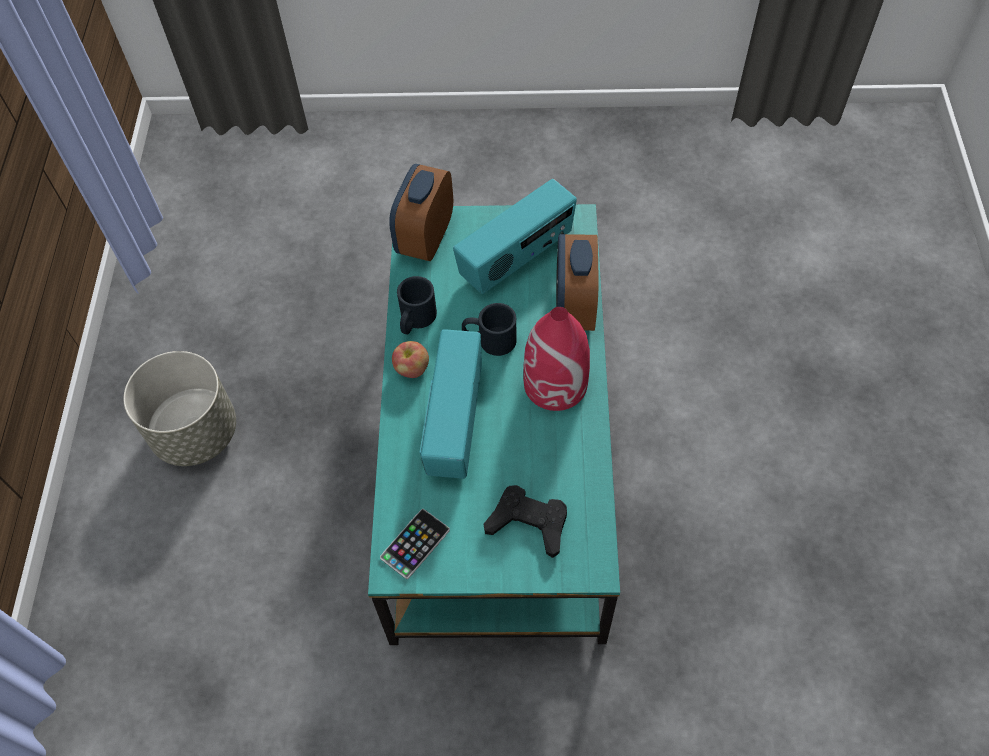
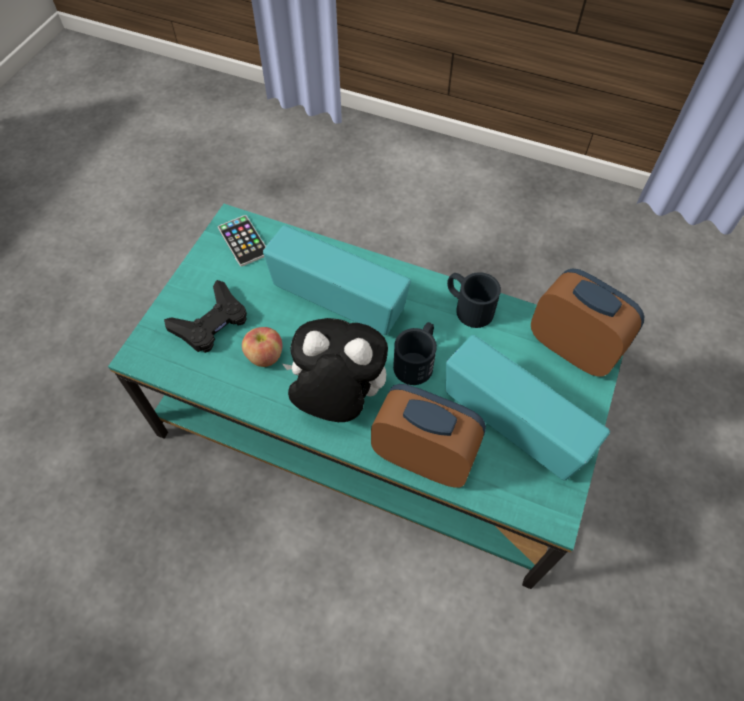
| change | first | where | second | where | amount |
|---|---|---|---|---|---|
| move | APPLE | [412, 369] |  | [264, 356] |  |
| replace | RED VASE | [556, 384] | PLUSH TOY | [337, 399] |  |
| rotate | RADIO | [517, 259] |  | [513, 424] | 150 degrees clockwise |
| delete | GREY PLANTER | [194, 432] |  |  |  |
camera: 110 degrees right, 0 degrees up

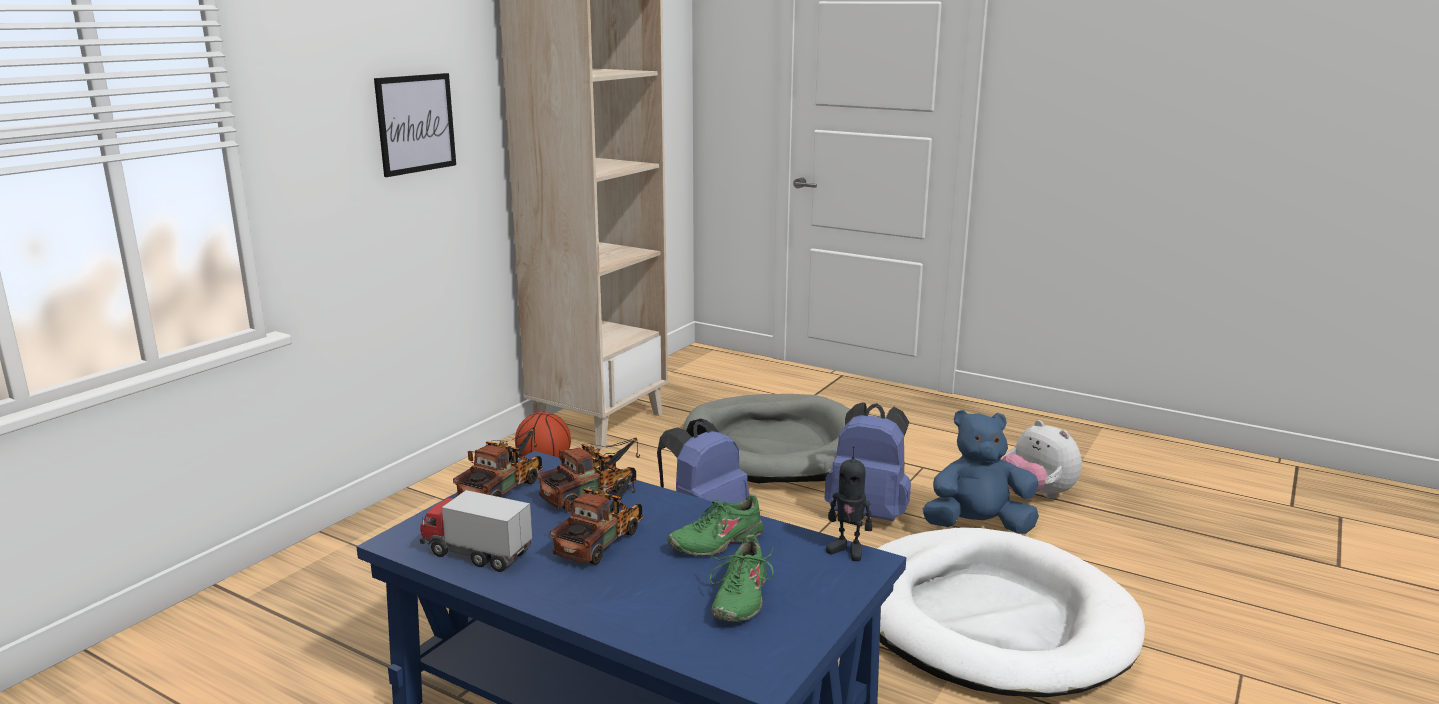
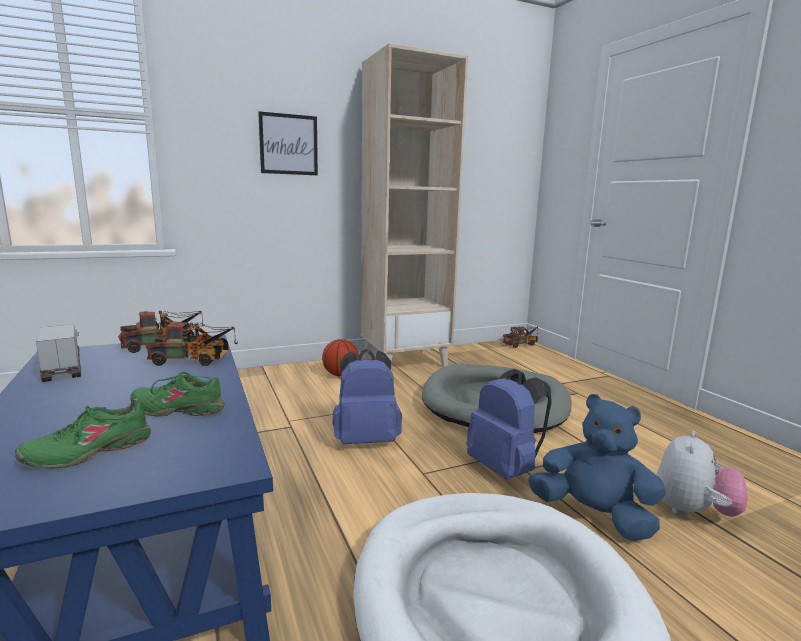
| change | first | where | second | where | amount |
|---|---|---|---|---|---|
| move | TOY TRUCK | [603, 539] |  | [522, 344] |  |
| rotate | PLUSH TOY | [1036, 495] |  | [692, 512] | 150 degrees counterclockwise |
| delete | TOY ROBOT | [847, 550] |  |  |  |
camera: 35 degrees right, 5 degrees down

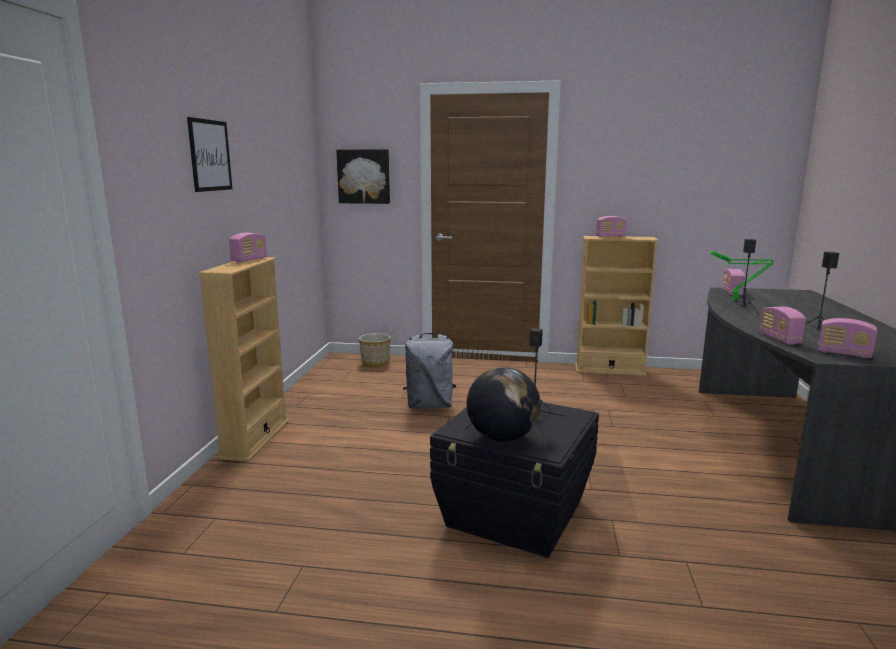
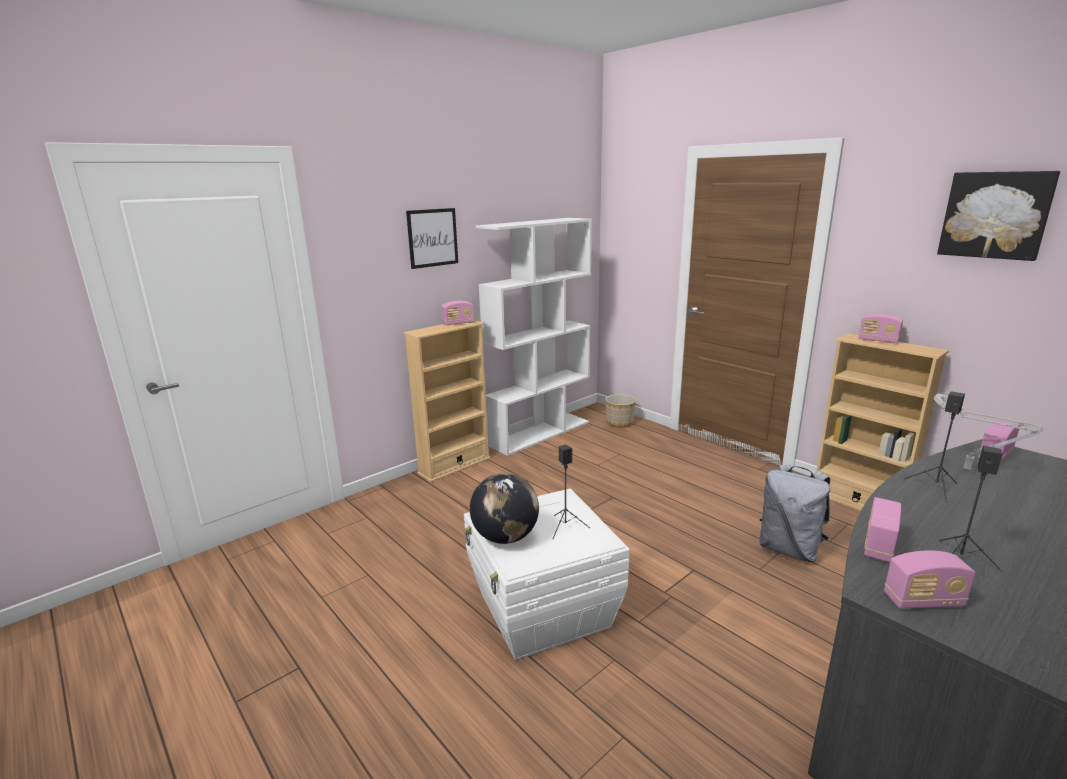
| change | first | where | second | where | amount |
|---|---|---|---|---|---|
| recolor | BLACK STORAGE BOX | [516, 514] | WHITE STORAGE BOX | [543, 610] |  |
| insert |  |  | WHITE BOOKCASE | [540, 433] |  |
| move | GREY BACKPACK | [429, 405] |  | [789, 549] |  |
| rotate | RADIO | [844, 354] |  | [923, 601] | 75 degrees counterclockwise |
| recolor | GREEN TABLE LAMP | [736, 300] | GREY TABLE LAMP | [970, 469] |  |
| move | PICTURE | [364, 176] |  | [995, 215] |  |
camera: 40 degrees right, 5 degrees up

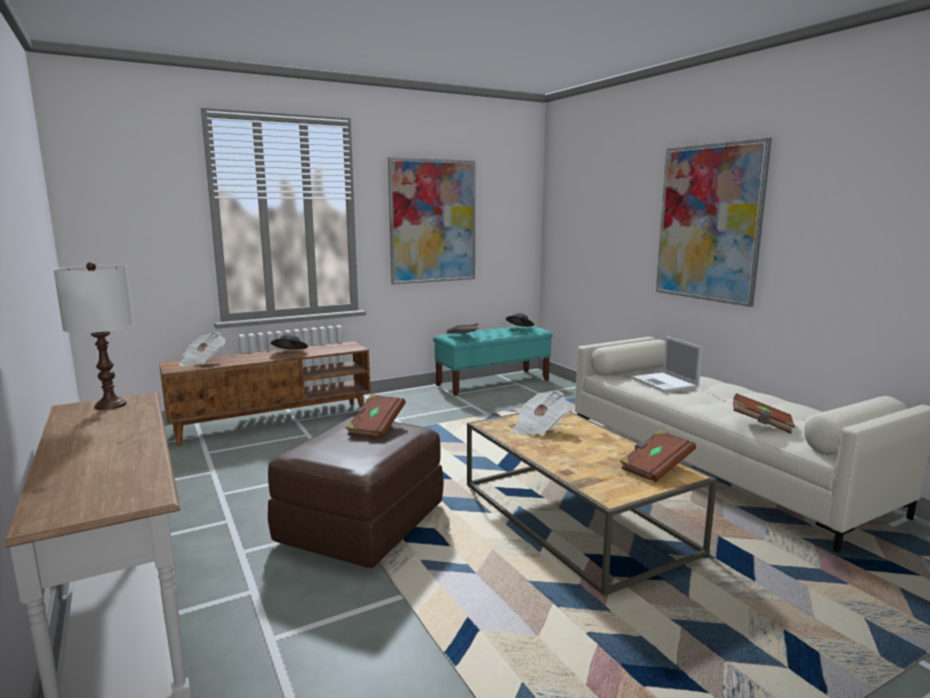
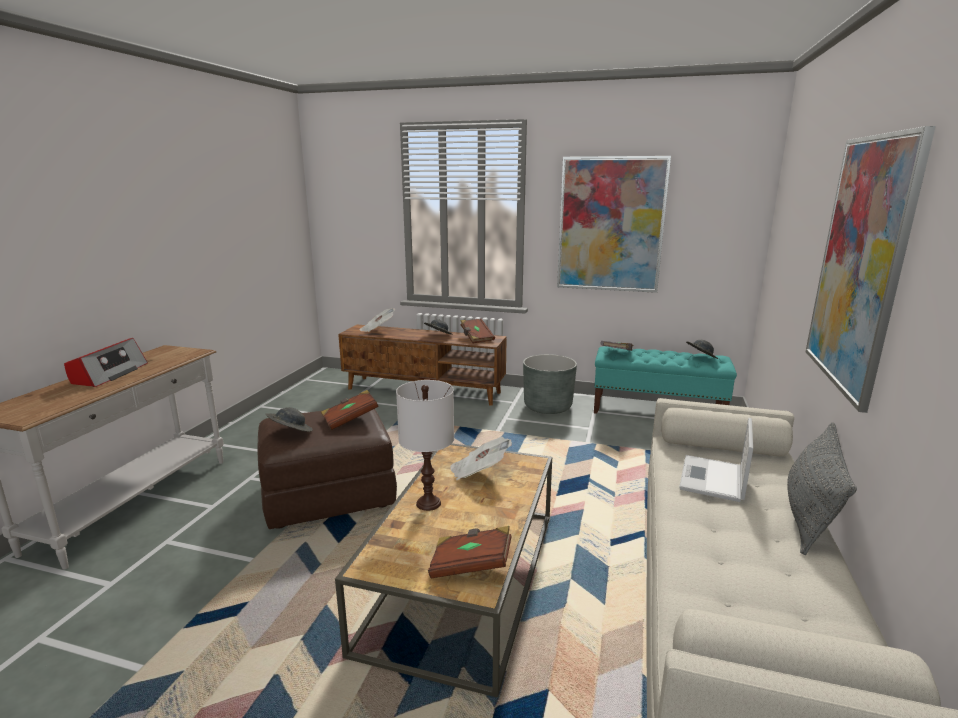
| change | first | where | second | where | amount |
|---|---|---|---|---|---|
| insert |  |  | RADIO | [109, 374] |  |
| insert |  |  | GREY HAT | [290, 432] |  |
| move | WHITE TABLE LAMP | [111, 405] |  | [429, 503] |  |
| move | BROWN BOOK | [761, 424] |  | [476, 338] |  |
| insert |  |  | GREY PLANTER | [547, 406] |  |
| insert |  |  | GREY PILLOW | [809, 516] |  |
camera: 45 degrees right, 5 degrees up

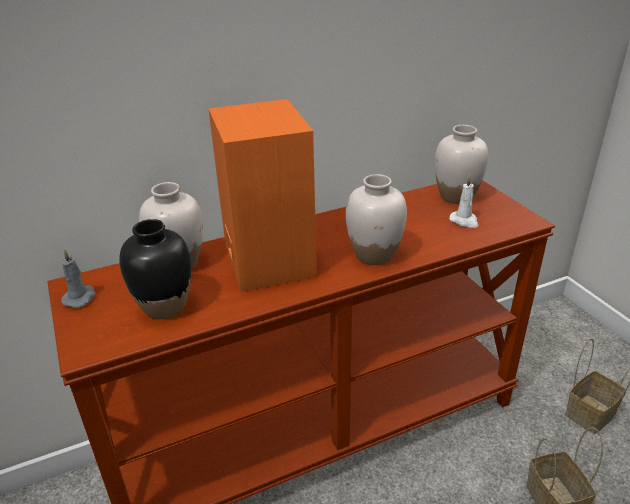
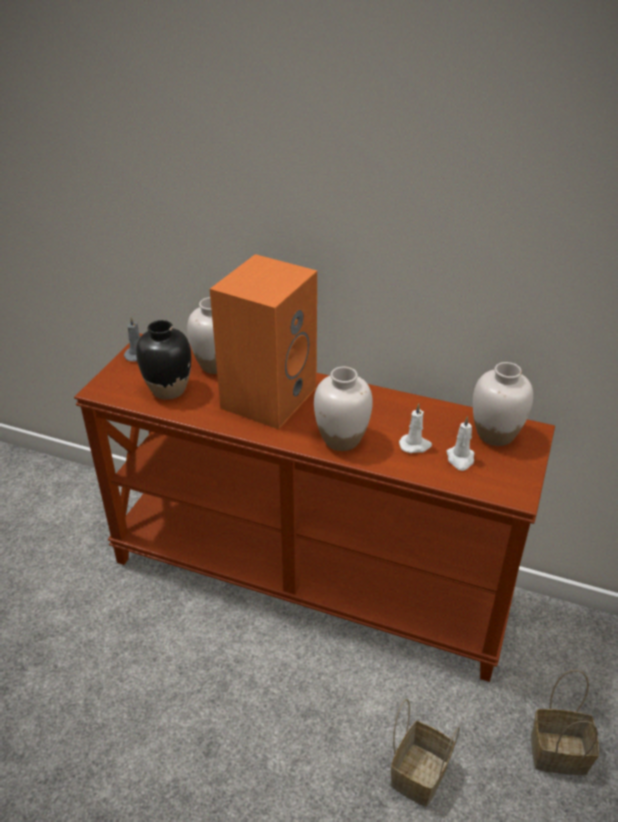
| change | first | where | second | where | amount |
|---|---|---|---|---|---|
| insert |  |  | WHITE CANDLE | [415, 445] |  |
camera: 45 degrees right, 5 degrees up

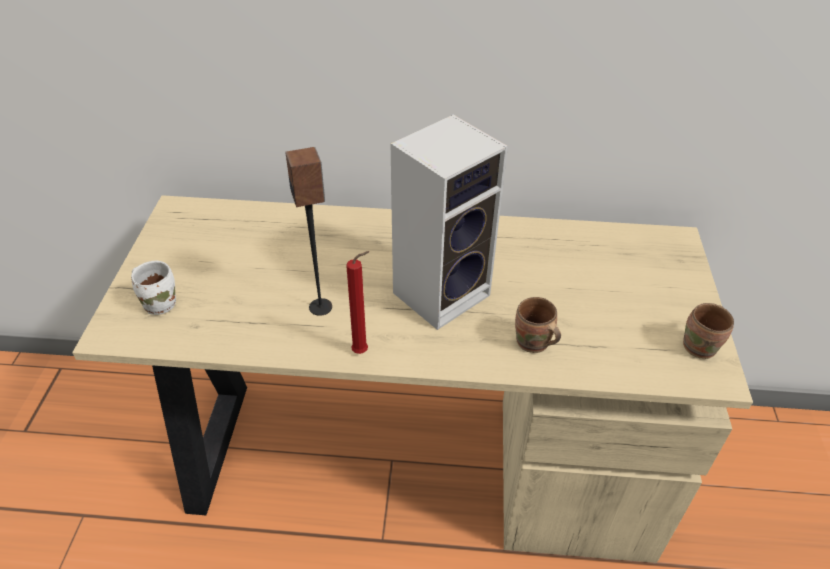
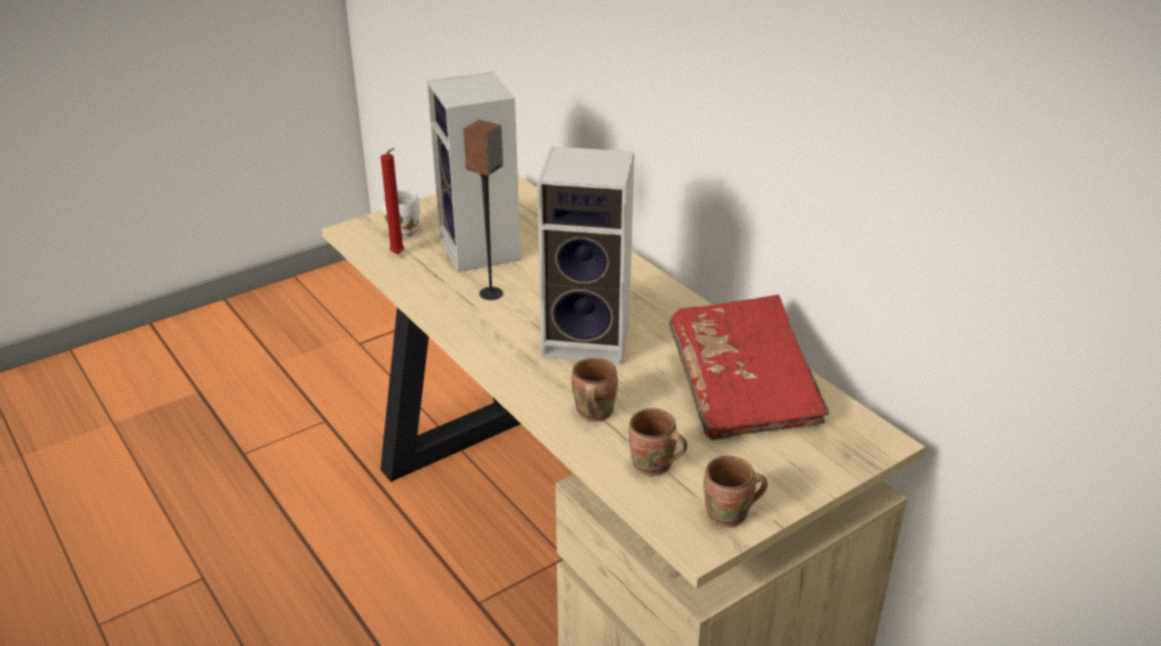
| change | first | where | second | where | amount |
|---|---|---|---|---|---|
| move | RED CANDLE | [362, 352] |  | [399, 255] |  |
| insert |  |  | SPEAKER | [482, 250] |  |
| insert |  |  | BROWN MUG | [653, 467] |  |
| insert |  |  | RED BOOK | [743, 389] |  |
camera: 50 degrees right, 10 degrees down

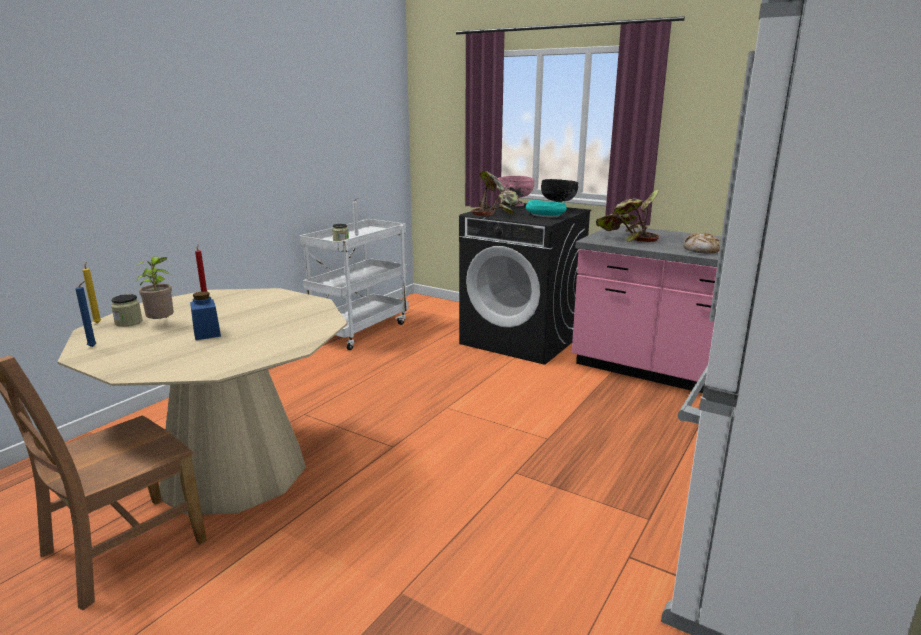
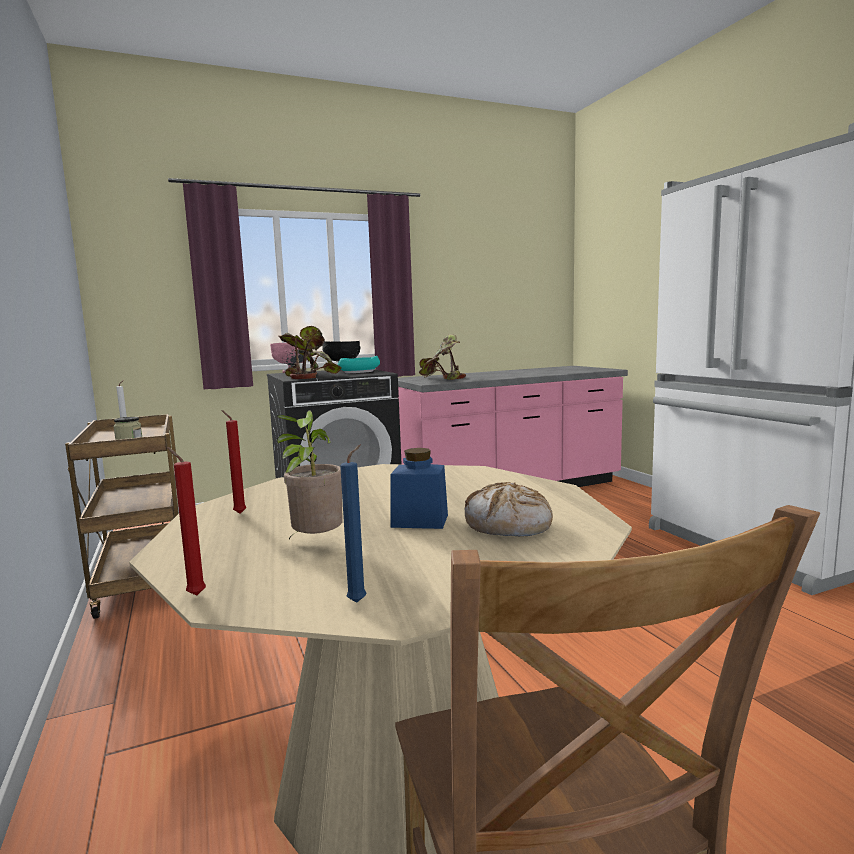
| change | first | where | second | where | amount |
|---|---|---|---|---|---|
| recolor | WHITE CART | [360, 330] | BROWN CART | [143, 581] |  |
| recolor | YELLOW CANDLE | [98, 322] | RED CANDLE | [194, 595] |  |
| move | BREAD | [701, 250] |  | [509, 525] |  |
| delete | JAR | [128, 322] |  |  |  |
camera: 55 degrees left, 10 degrees down

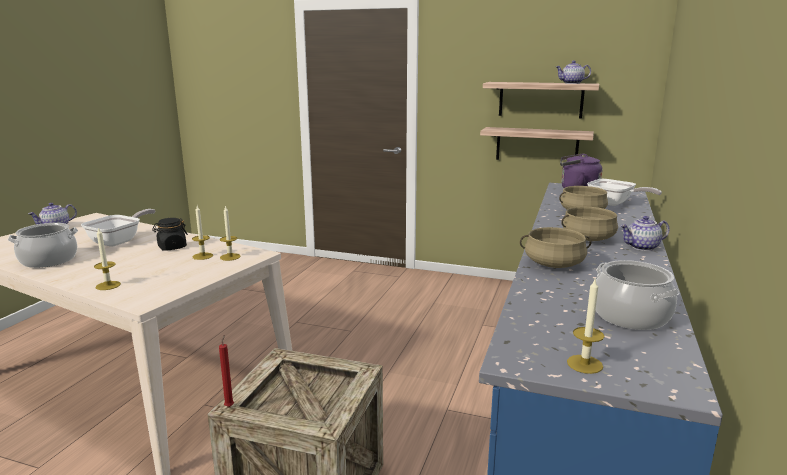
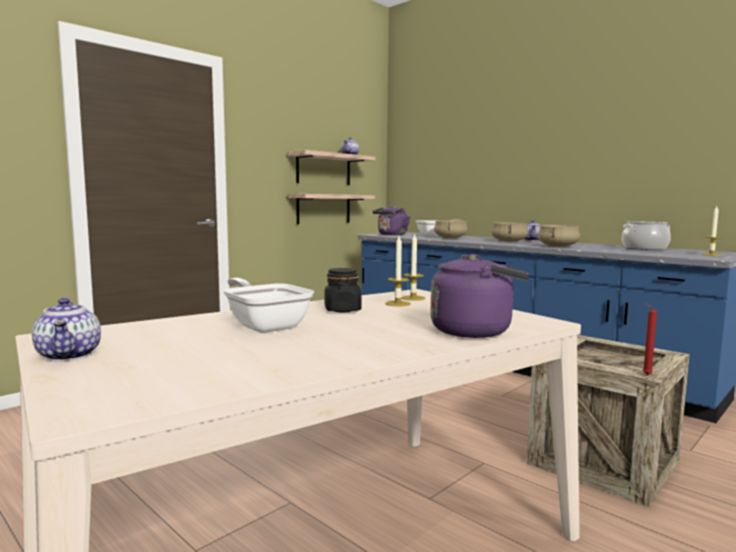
| change | first | where | second | where | amount |
|---|---|---|---|---|---|
| replace | CANDLE | [108, 285] | PURPLE KETTLE | [475, 331] |  |
| delete | COOKING POT | [48, 260] |  |  |  |
camera: 65 degrees left, 10 degrees down

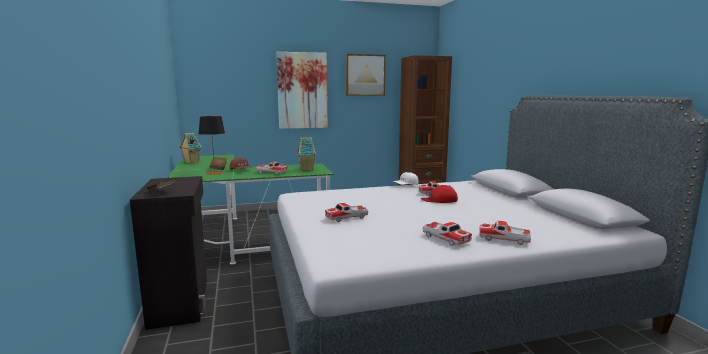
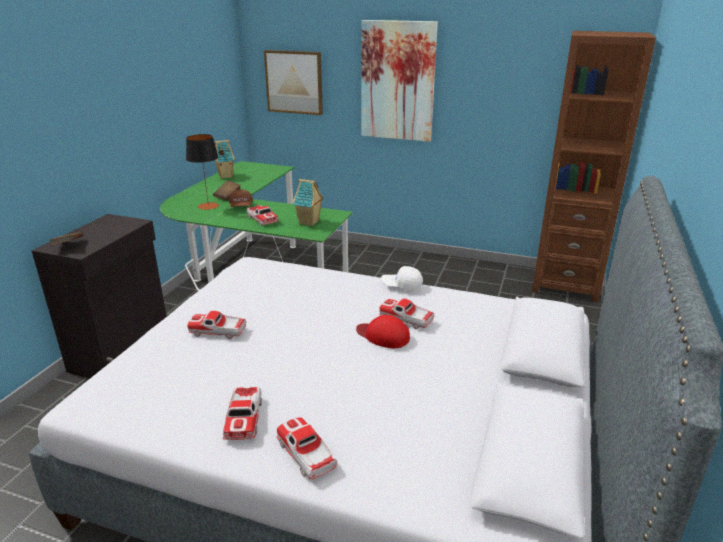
| change | first | where | second | where | amount |
|---|---|---|---|---|---|
| move | PICTURE | [365, 75] |  | [294, 82] |  |
camera: 35 degrees right, 15 degrees up

